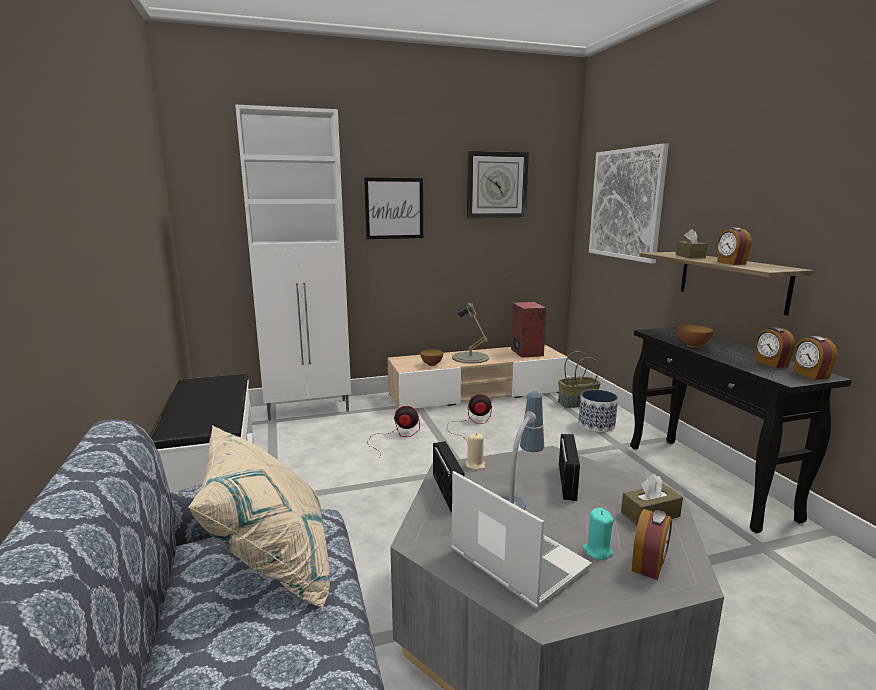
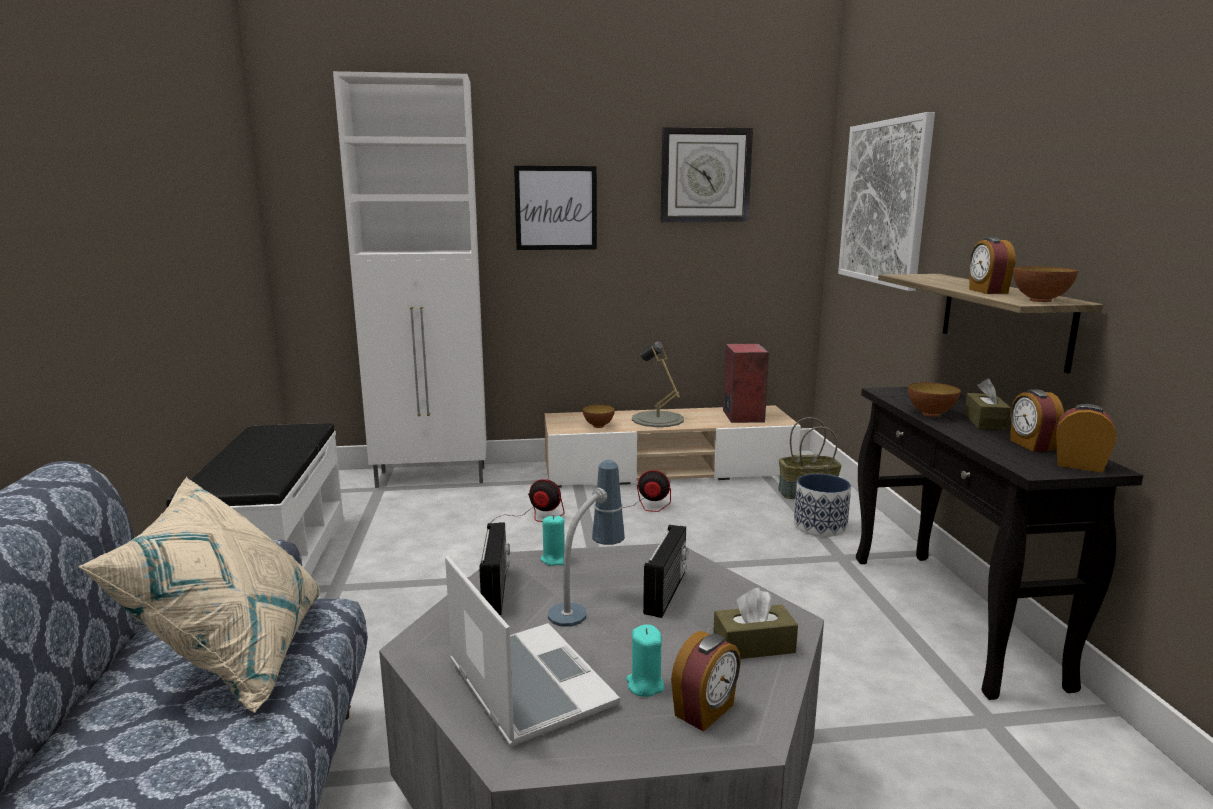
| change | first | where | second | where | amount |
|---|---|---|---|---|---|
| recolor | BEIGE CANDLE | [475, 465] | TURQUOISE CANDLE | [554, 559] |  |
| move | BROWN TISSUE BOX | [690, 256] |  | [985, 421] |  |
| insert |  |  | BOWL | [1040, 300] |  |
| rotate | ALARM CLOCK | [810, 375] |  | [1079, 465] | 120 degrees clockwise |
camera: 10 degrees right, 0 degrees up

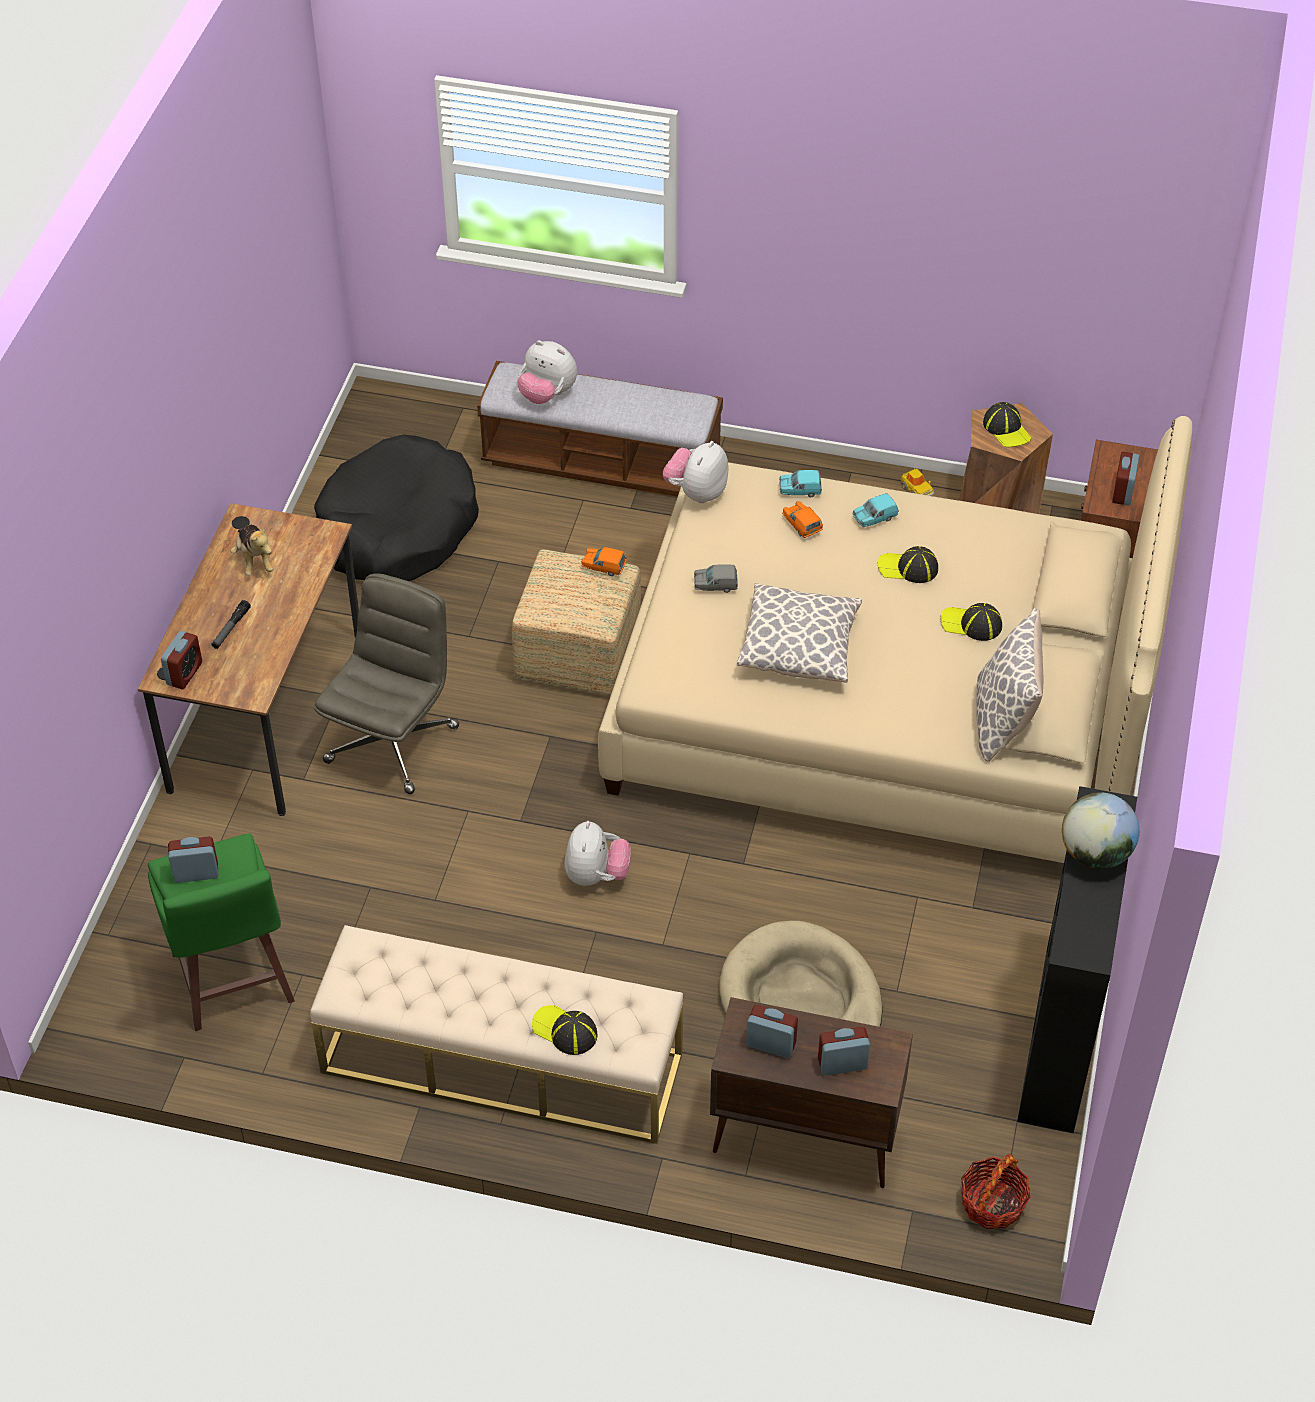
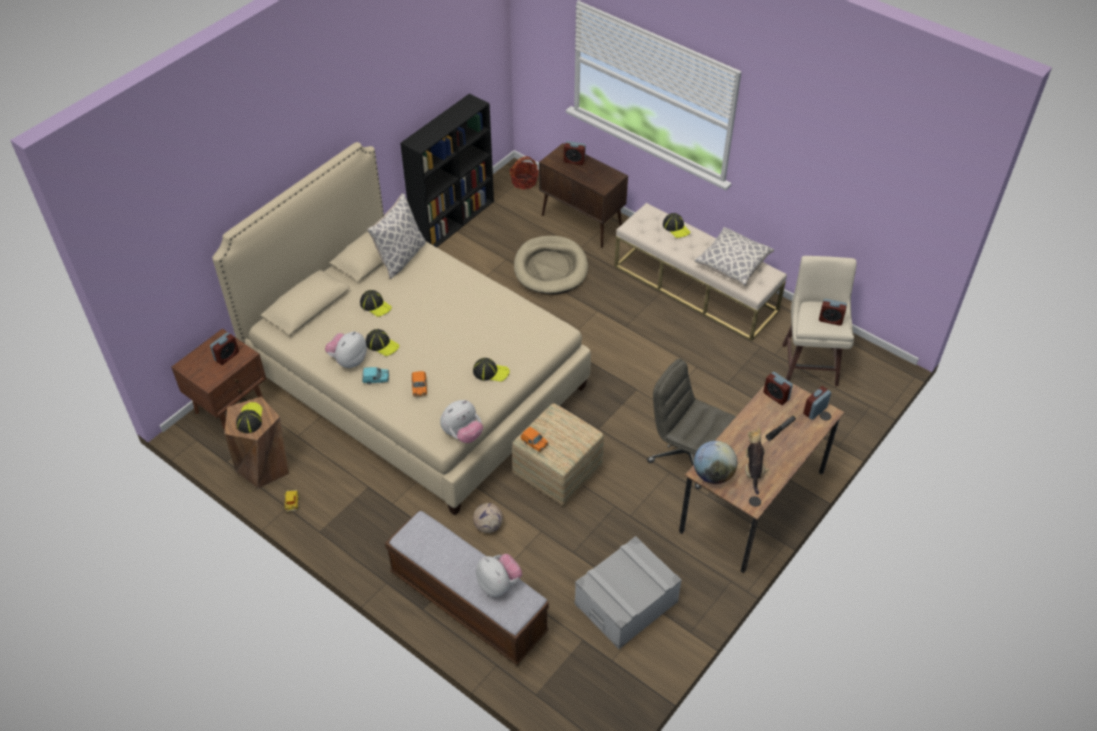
| change | first | where | second | where | amount |
|---|---|---|---|---|---|
| move | PLUSH TOY | [596, 875] |  | [348, 360] |  |
| replace | GREY TOY CAR | [715, 585] | CAP | [491, 372] |  |
| insert |  |  | FOOTBALL | [488, 525] |  |
| replace | BLACK DOG BED | [398, 529] | GREY STORAGE BOX | [626, 603] |  |
| rotate | GREY OFFICE CHAIR | [392, 743] |  | [686, 455] | 75 degrees clockwise |
| move | GLOBE | [1095, 854] |  | [713, 474] |  |
| move | PILLOW | [799, 648] |  | [732, 265] |  |
| move | ALARM CLOCK | [771, 1044] |  | [776, 396] |  |
| recolor | GREEN STOOL | [232, 981] | BEIGE STOOL | [810, 363] |  |
| delete | TURQUOISE TOY CAR | [800, 491] |  |  |  |
camera: 155 degrees left, 0 degrees up

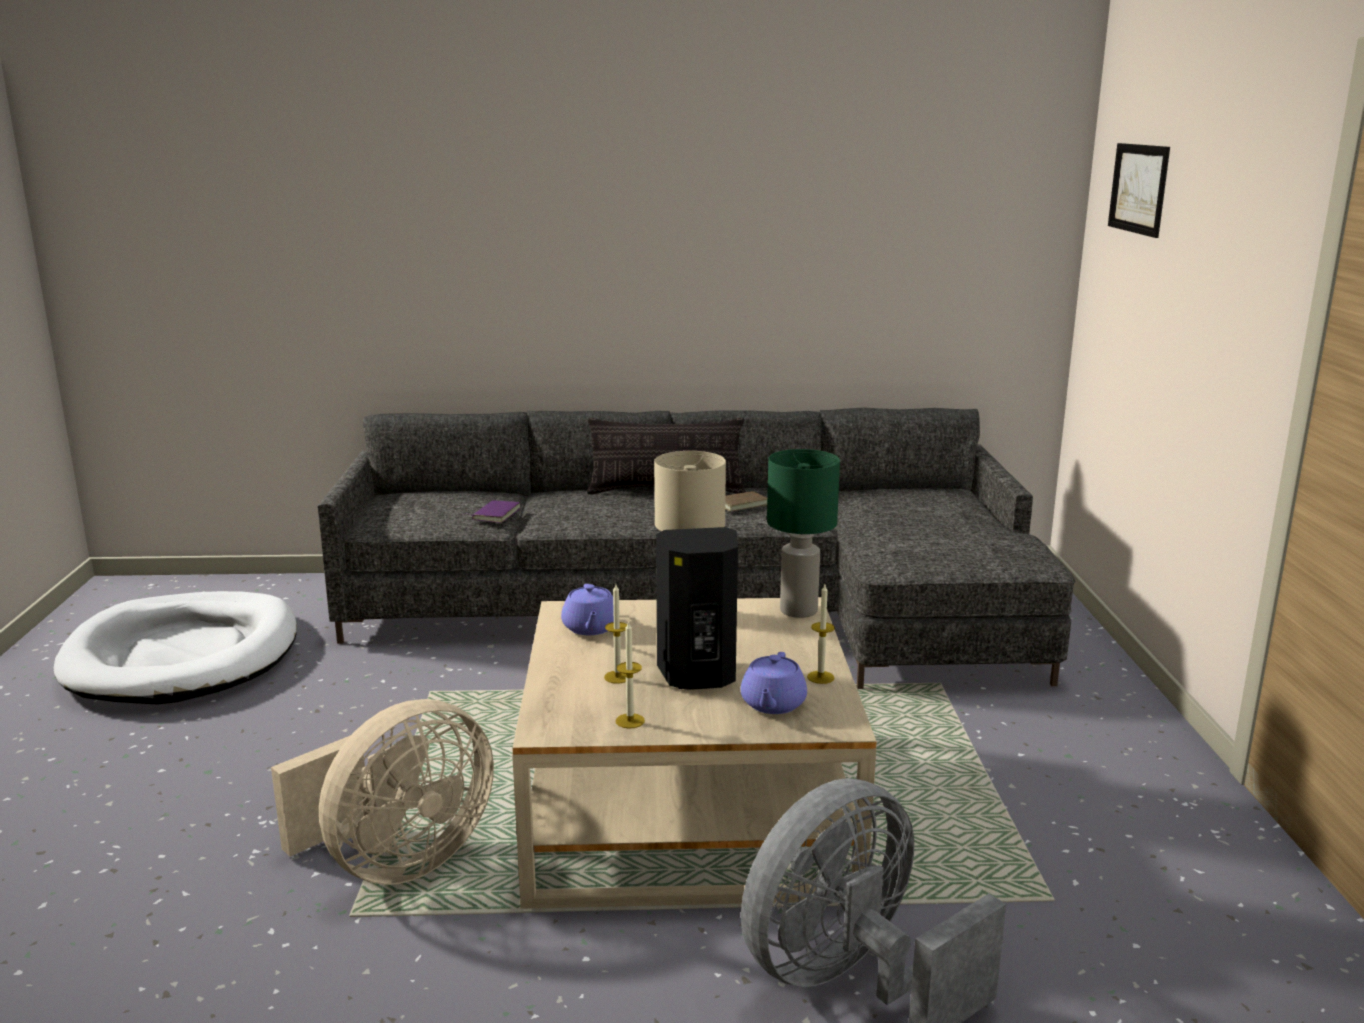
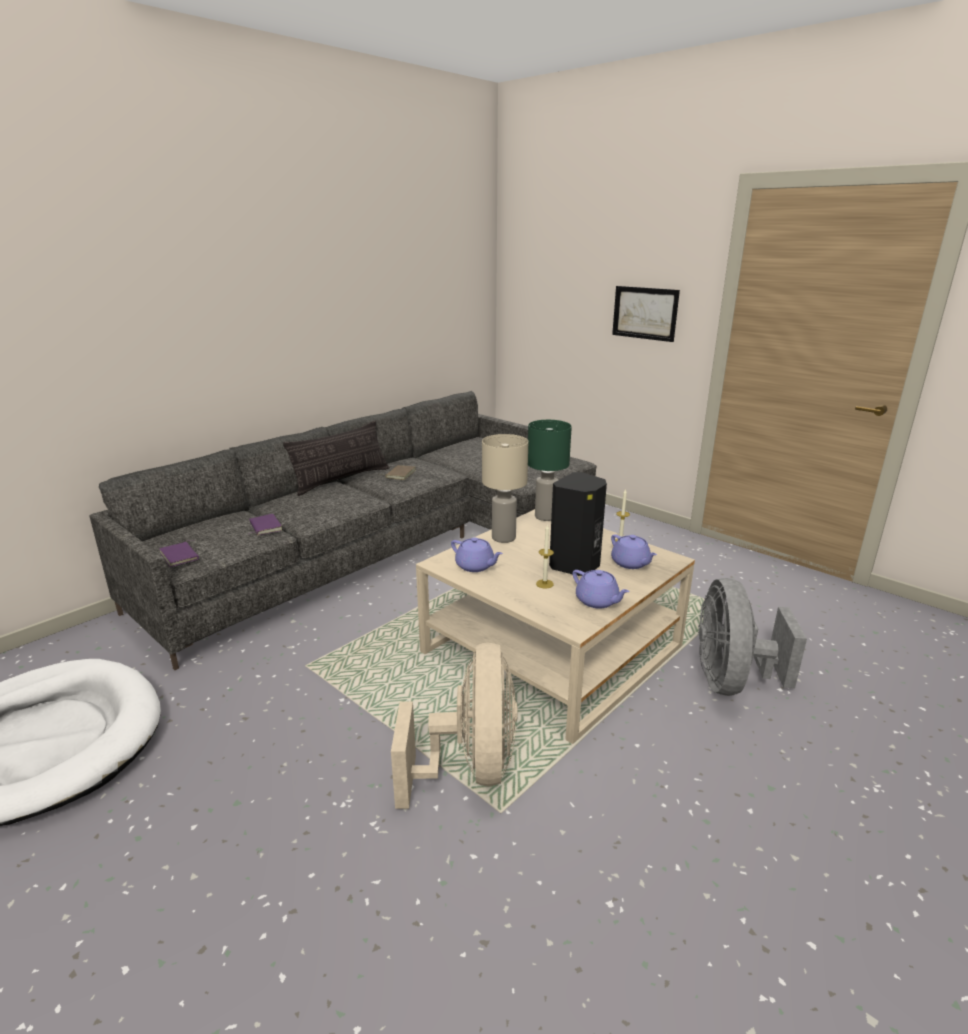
| change | first | where | second | where | amount |
|---|---|---|---|---|---|
| insert |  |  | PURPLE BOOK | [181, 556] |  |
| replace | CANDLE | [630, 721] | PURPLE TEAPOT | [598, 601] |  |
| move | PICTURE | [1139, 188] |  | [645, 313] |  |
camera: 45 degrees left, 5 degrees up

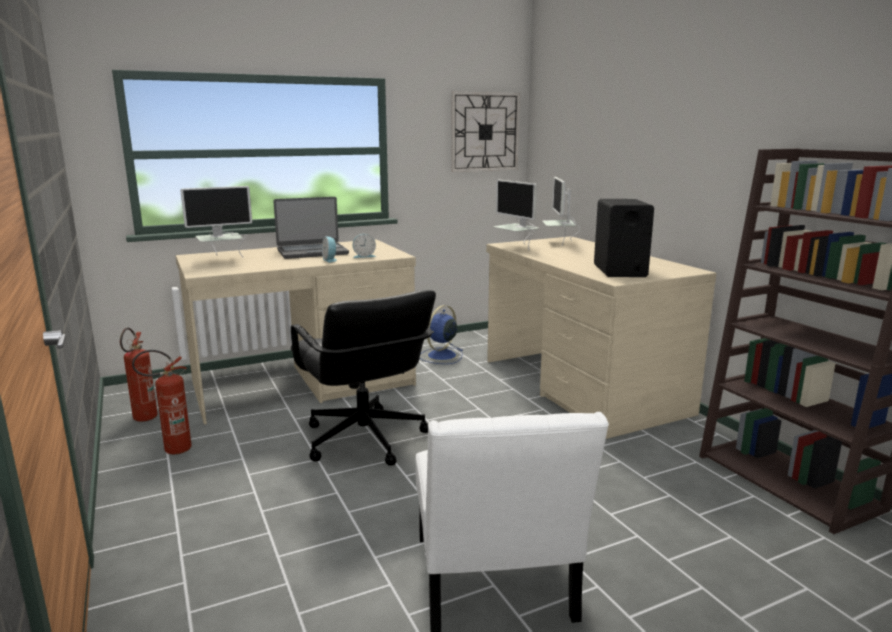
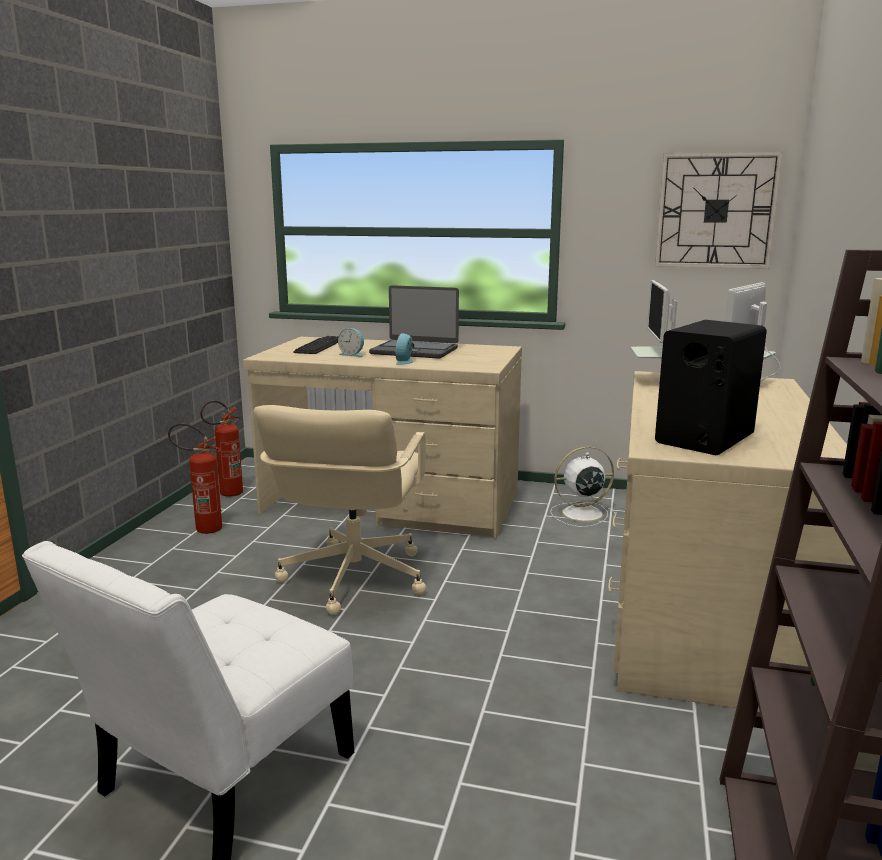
| change | first | where | second | where | amount |
|---|---|---|---|---|---|
| recolor | BLACK OFFICE CHAIR | [364, 440] | BEIGE OFFICE CHAIR | [353, 578] |  |
| replace | MONITOR | [222, 259] | KEYBOARD | [320, 346] |  |
| move | ALARM CLOCK | [364, 256] |  | [352, 354] |  |
| recolor | BLUE FAN | [441, 356] | WHITE FAN | [580, 514] |  |
camera: 40 degrees right, 0 degrees up

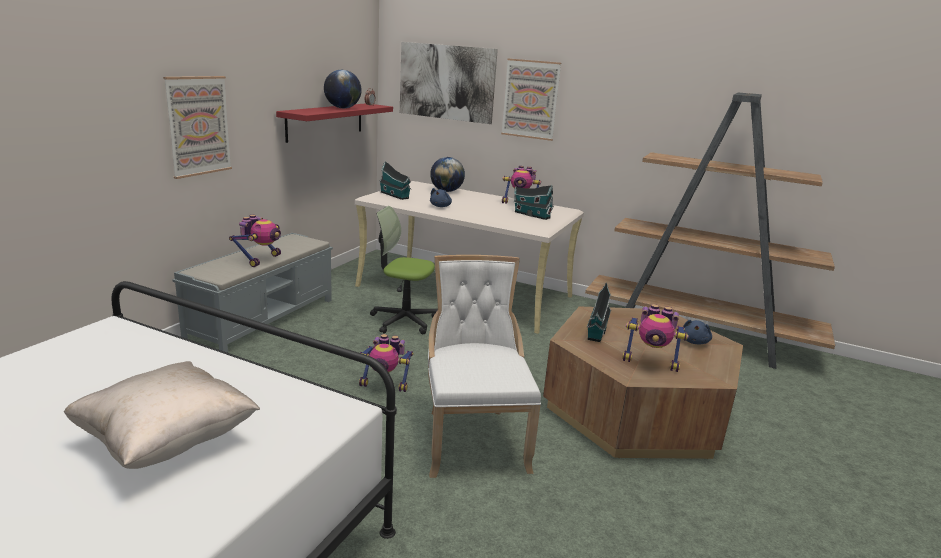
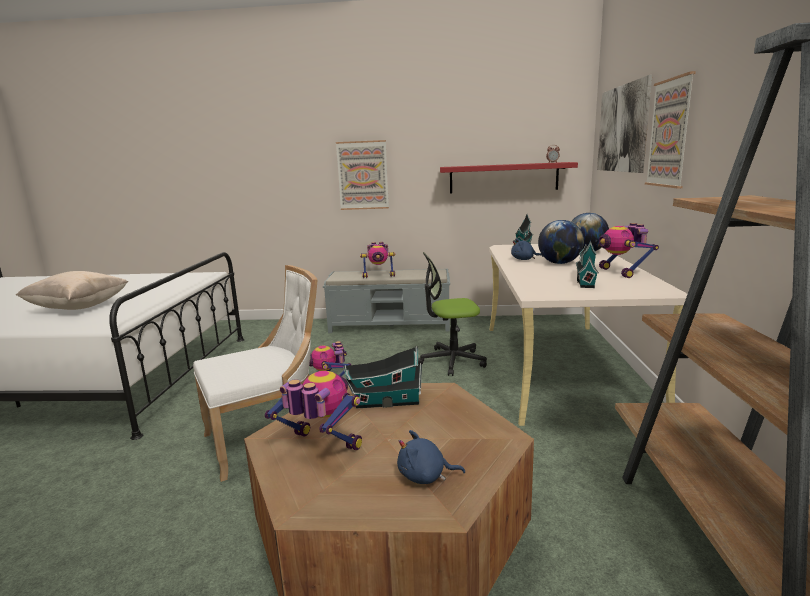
| change | first | where | second | where | amount |
|---|---|---|---|---|---|
| rotate | TOY ROBOT | [650, 362] |  | [321, 446] | 120 degrees clockwise |
| rotate | OFFICE CHAIR | [404, 320] |  | [452, 361] | 90 degrees counterclockwise |
| move | GLOBE | [342, 108] |  | [559, 263] |  |
camera: 70 degrees right, 5 degrees down

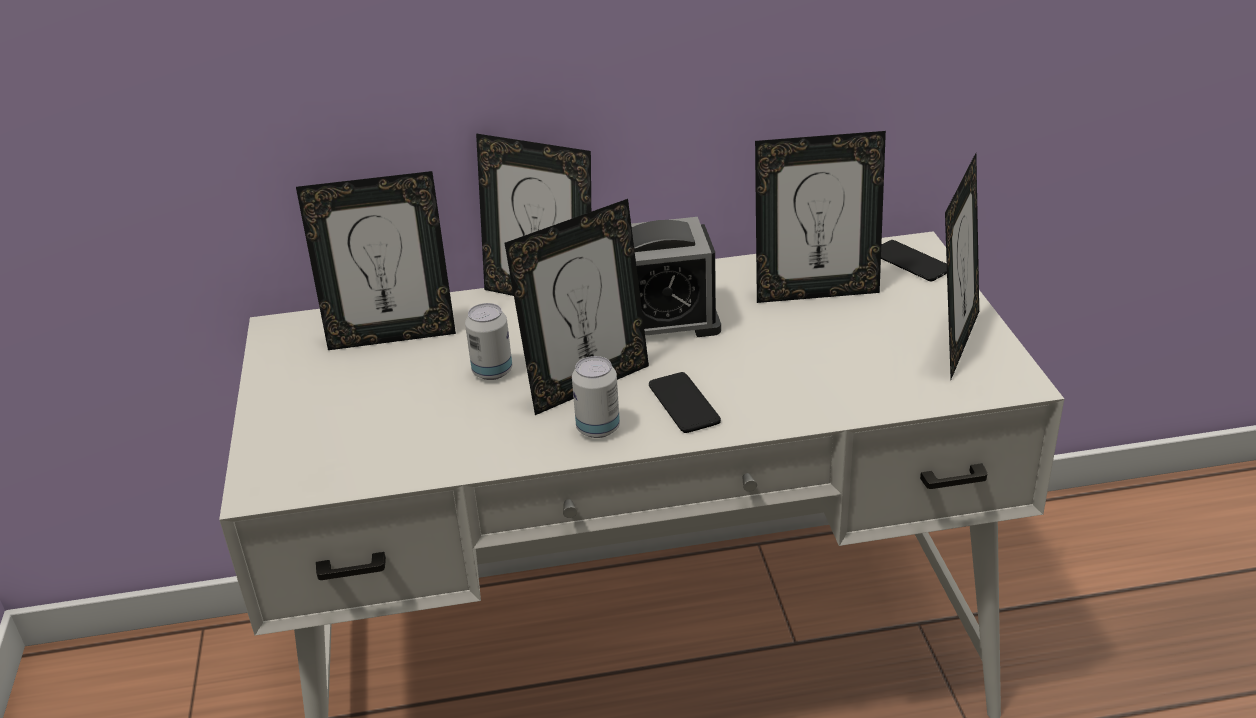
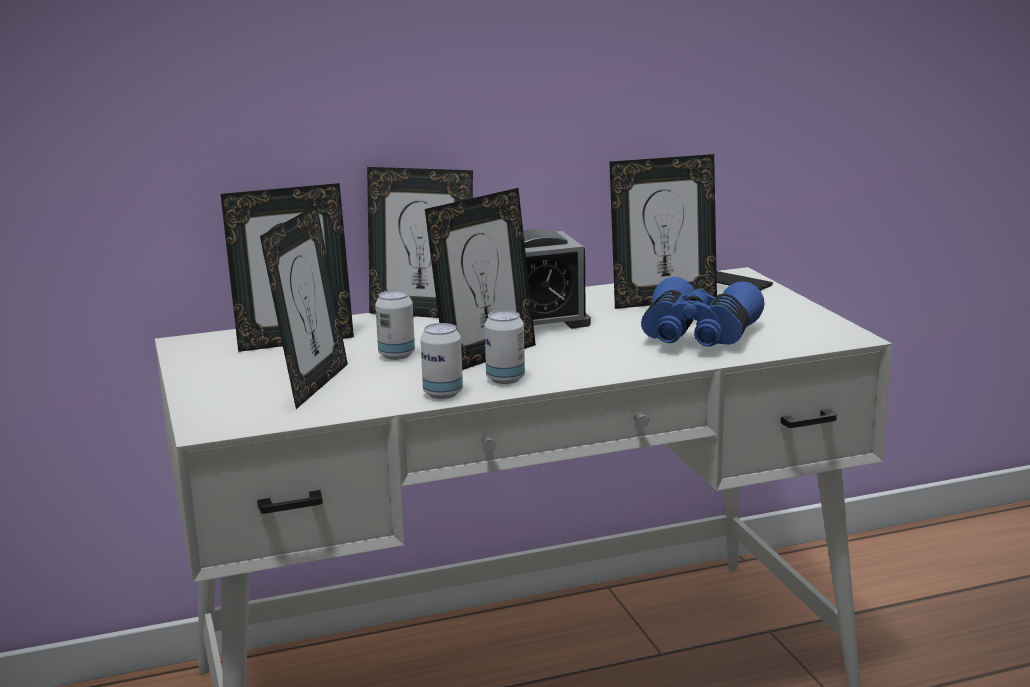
| change | first | where | second | where | amount |
|---|---|---|---|---|---|
| move | PICTURE FRAME | [954, 342] |  | [313, 385] |  |
| insert |  |  | CAN | [443, 393] |  |
| insert |  |  | BLUE BINOCULARS | [697, 336] |  |
| delete | PHONE | [684, 403] |  |  |  |
camera: 10 degrees left, 15 degrees down

